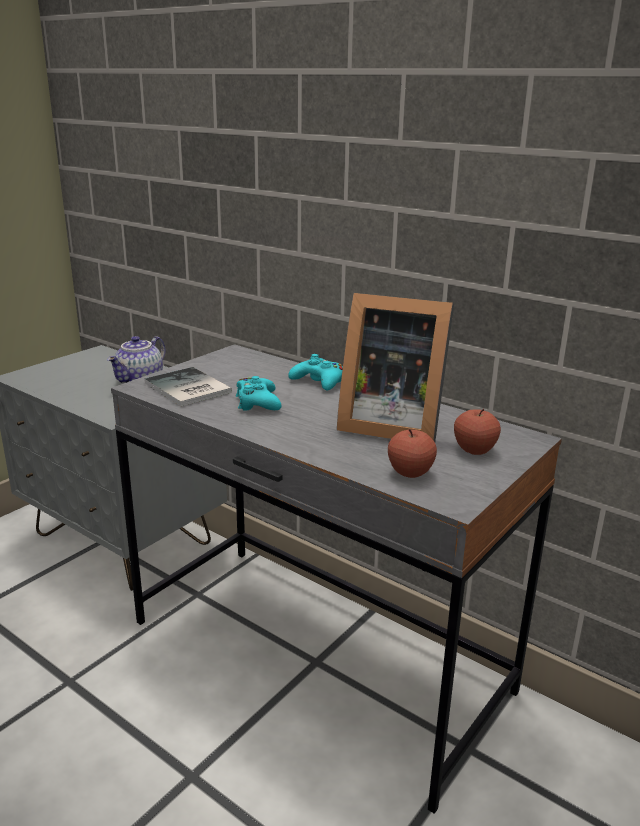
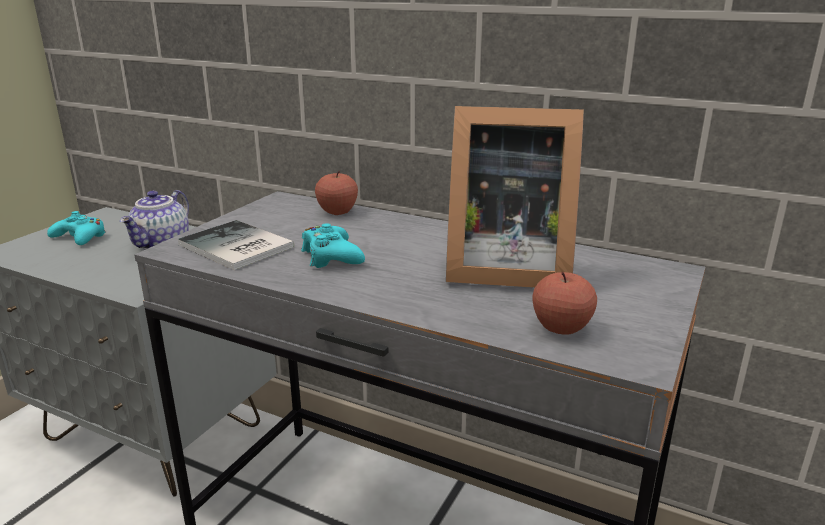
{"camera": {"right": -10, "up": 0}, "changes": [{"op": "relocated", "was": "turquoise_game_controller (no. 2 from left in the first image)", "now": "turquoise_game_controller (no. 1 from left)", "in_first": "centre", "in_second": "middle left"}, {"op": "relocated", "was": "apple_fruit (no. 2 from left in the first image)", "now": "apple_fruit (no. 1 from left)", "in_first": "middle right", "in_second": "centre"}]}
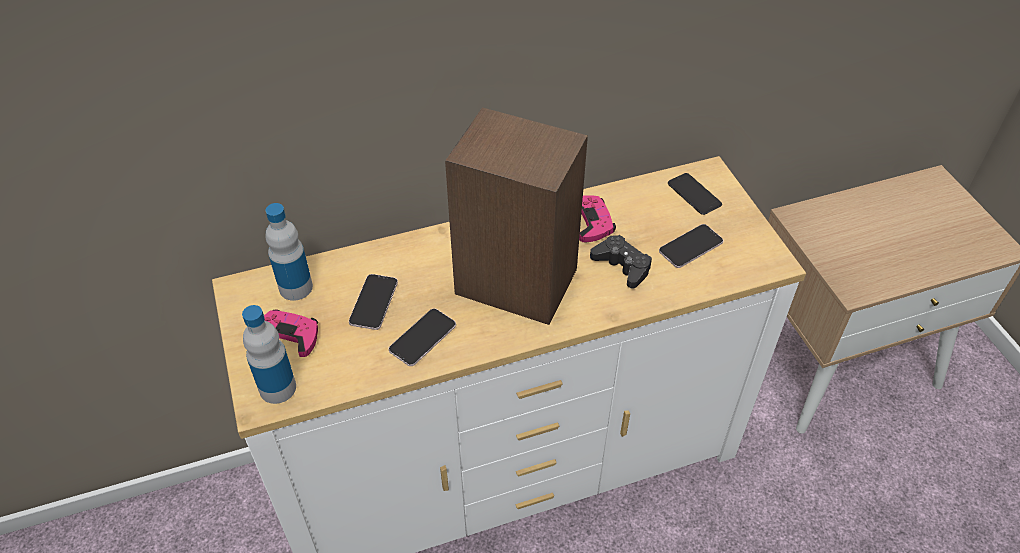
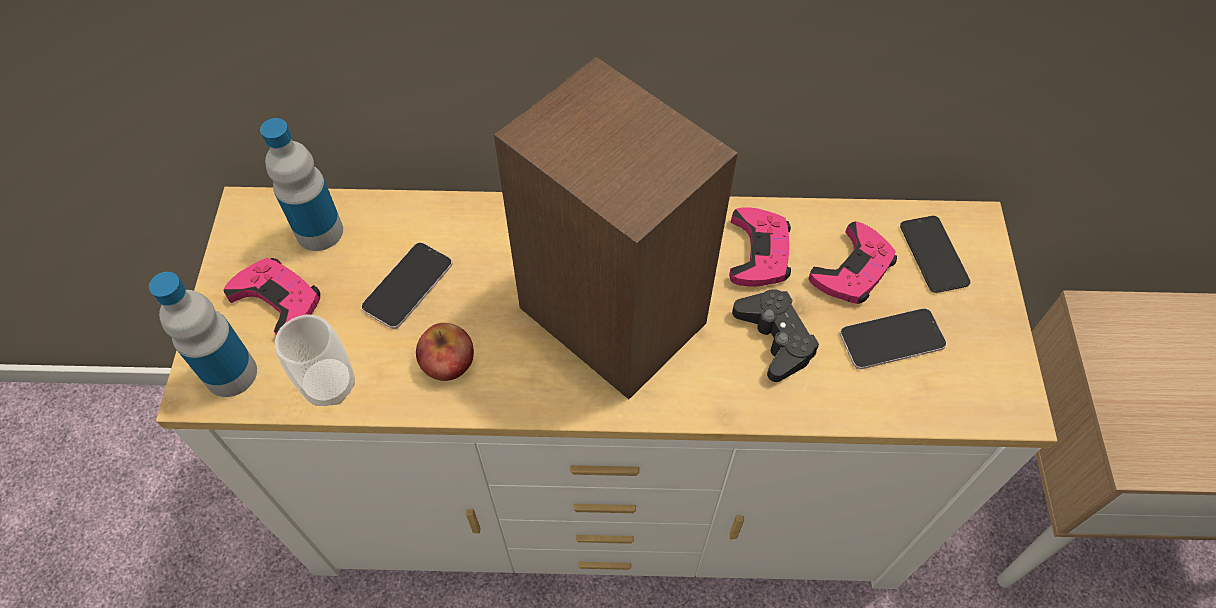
{"camera": {"right": 20, "up": 10}, "changes": [{"op": "exchanged", "was": "phone (no. 2 from left)", "now": "apple_fruit", "in_first": "centre", "in_second": "centre"}, {"op": "appeared", "now": "pinkish_game_controller (no. 3 from left)", "in_second": "middle right"}, {"op": "appeared", "now": "cup", "in_second": "middle left"}]}
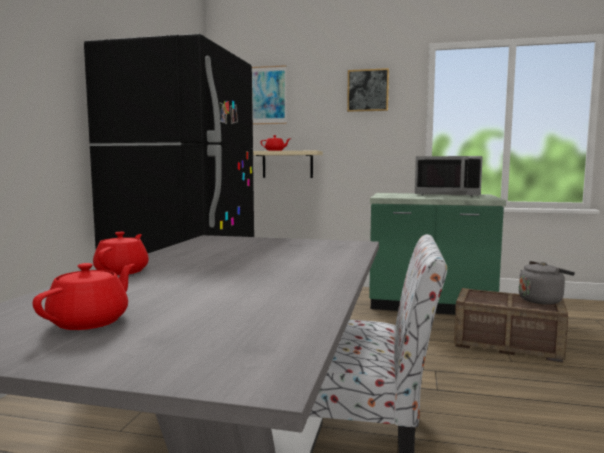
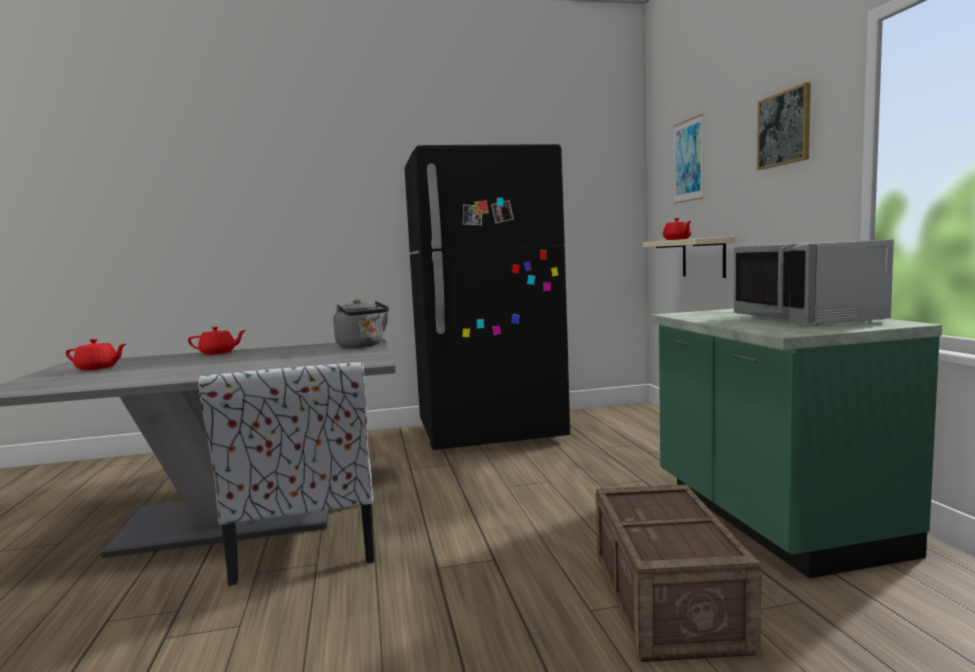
{"camera": {"right": 65, "up": 0}, "changes": [{"op": "relocated", "was": "greyish_tea_kettle", "in_first": "middle right", "in_second": "centre"}]}
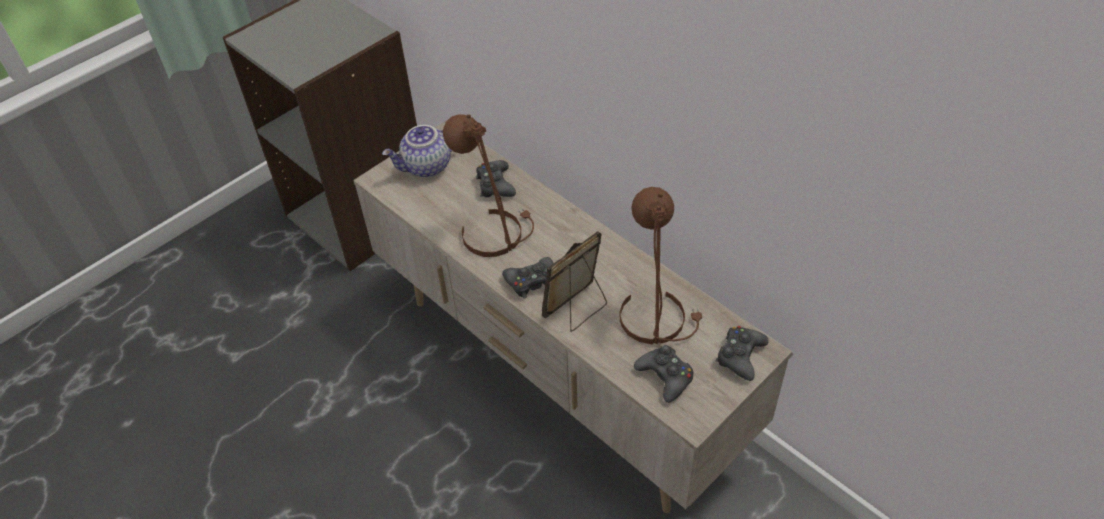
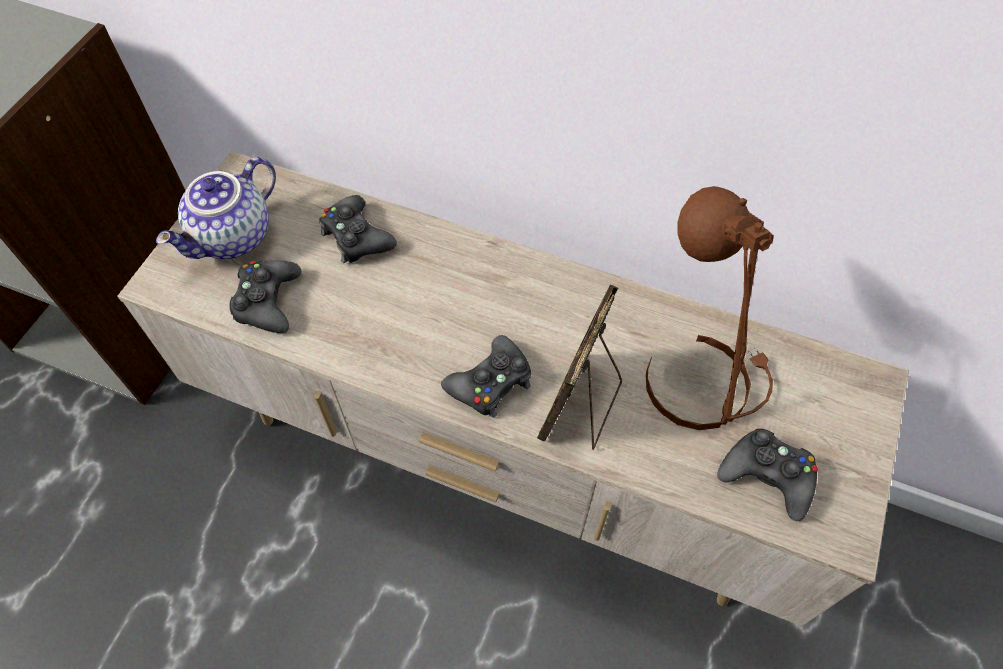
{"camera": {"right": -25, "up": 10}, "changes": [{"op": "missing", "was": "brown-coloured_lamp_for_a_table (no. 1 from left)", "in_first": "centre"}, {"op": "relocated", "was": "black_game_controller (no. 4 from left in the first image)", "now": "black_game_controller (no. 1 from left)", "in_first": "bottom right", "in_second": "middle left"}]}
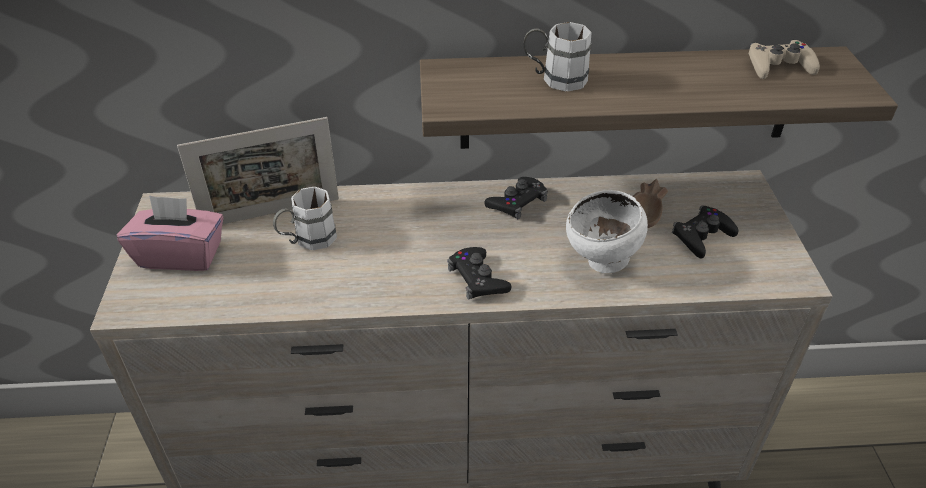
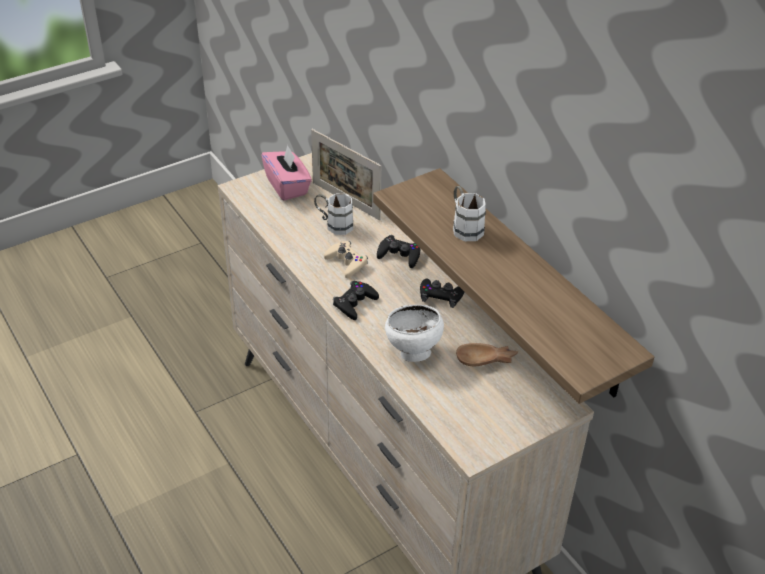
{"camera": {"right": 60, "up": 0}, "changes": [{"op": "relocated", "was": "beige-coloured_game_controller", "in_first": "top right", "in_second": "centre"}, {"op": "relocated", "was": "black_game_controller (no. 3 from left in the first image)", "now": "black_game_controller (no. 2 from left)", "in_first": "middle right", "in_second": "centre"}]}
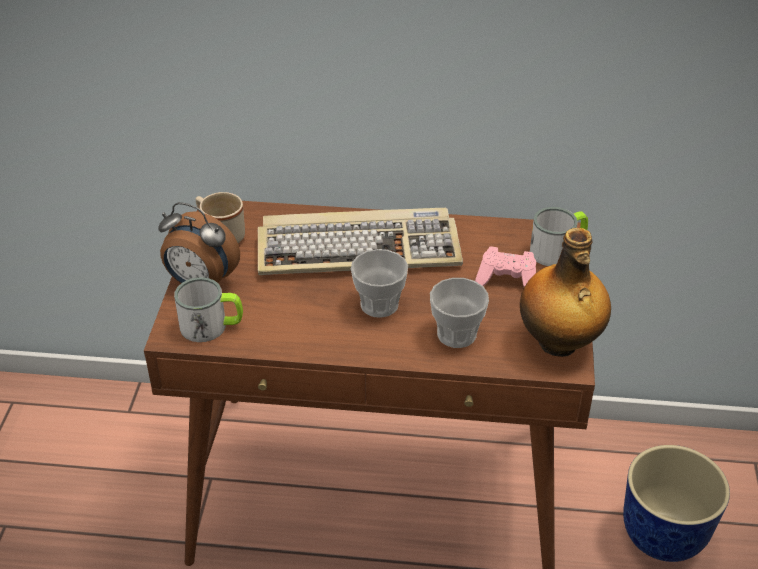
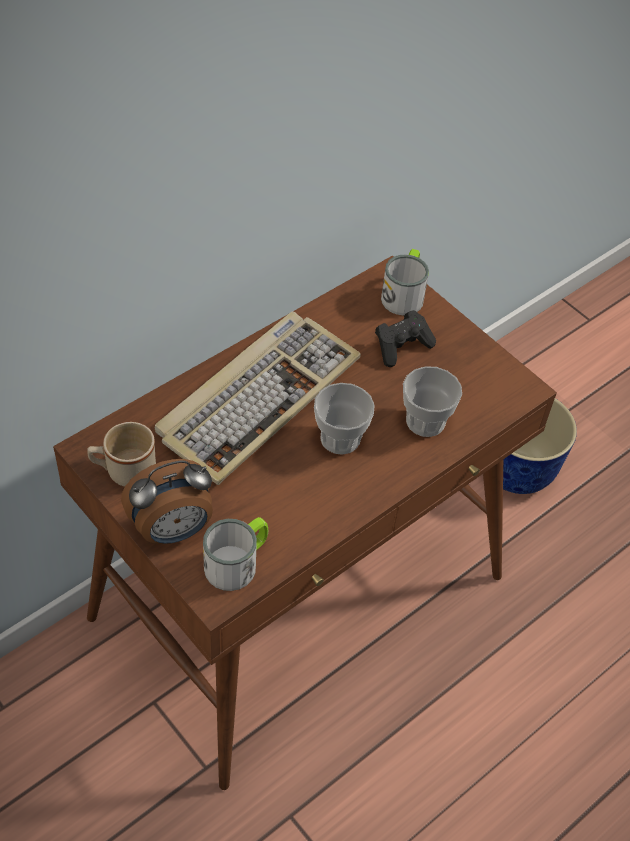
{"camera": {"right": -50, "up": 10}, "changes": [{"op": "missing", "was": "beverage_bottle", "in_first": "middle right"}, {"op": "colour", "was": "pinkish_game_controller", "now": "black_game_controller", "in_first": "centre", "in_second": "centre"}]}
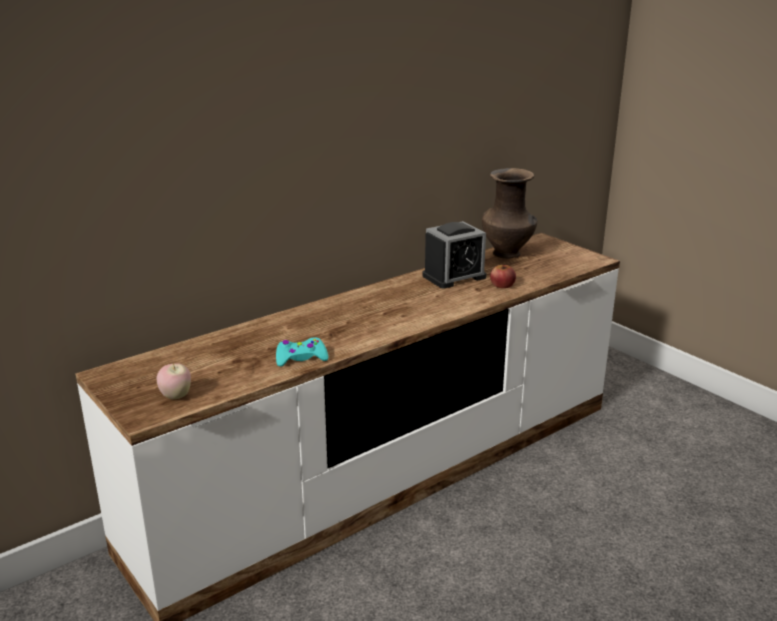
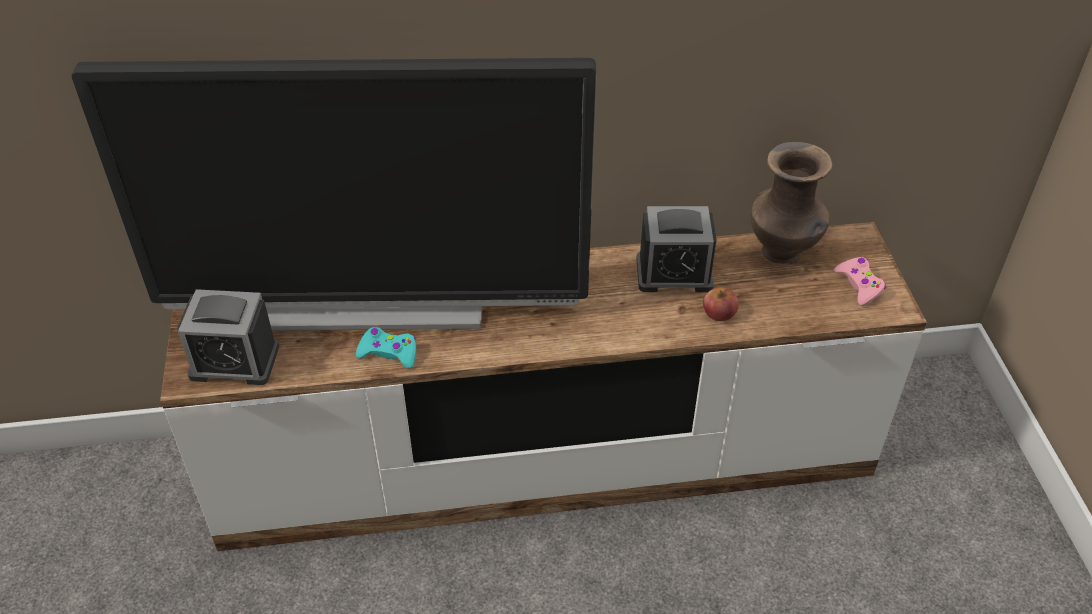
{"camera": {"right": 30, "up": 20}, "changes": [{"op": "exchanged", "was": "apple_fruit (no. 1 from left)", "now": "table_clock (no. 1 from left)", "in_first": "middle left", "in_second": "middle left"}, {"op": "appeared", "now": "television", "in_second": "top left"}, {"op": "appeared", "now": "pinkish_game_controller", "in_second": "middle right"}]}
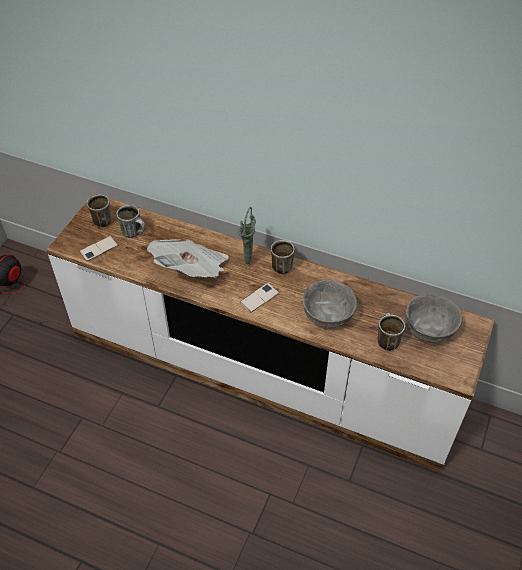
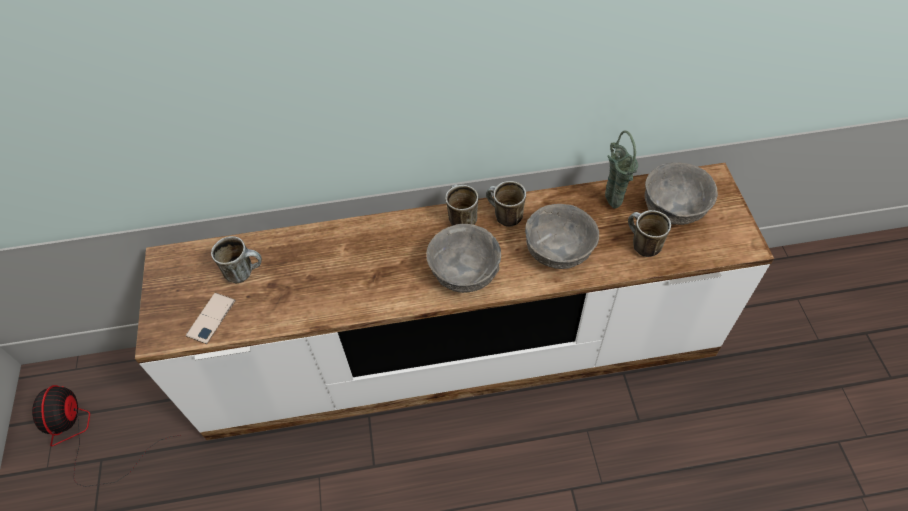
{"camera": {"right": -30, "up": 5}, "changes": [{"op": "relocated", "was": "tea_mug (no. 1 from left in the first image)", "now": "tea_mug (no. 3 from left)", "in_first": "middle left", "in_second": "centre"}, {"op": "relocated", "was": "greenish_vase", "in_first": "centre", "in_second": "top right"}, {"op": "missing", "was": "newspaper", "in_first": "centre"}, {"op": "exchanged", "was": "phone (no. 2 from left)", "now": "greyish_bowl (no. 1 from left)", "in_first": "centre", "in_second": "centre"}]}
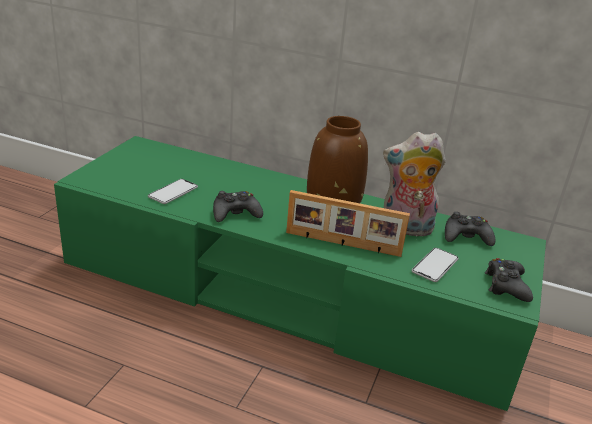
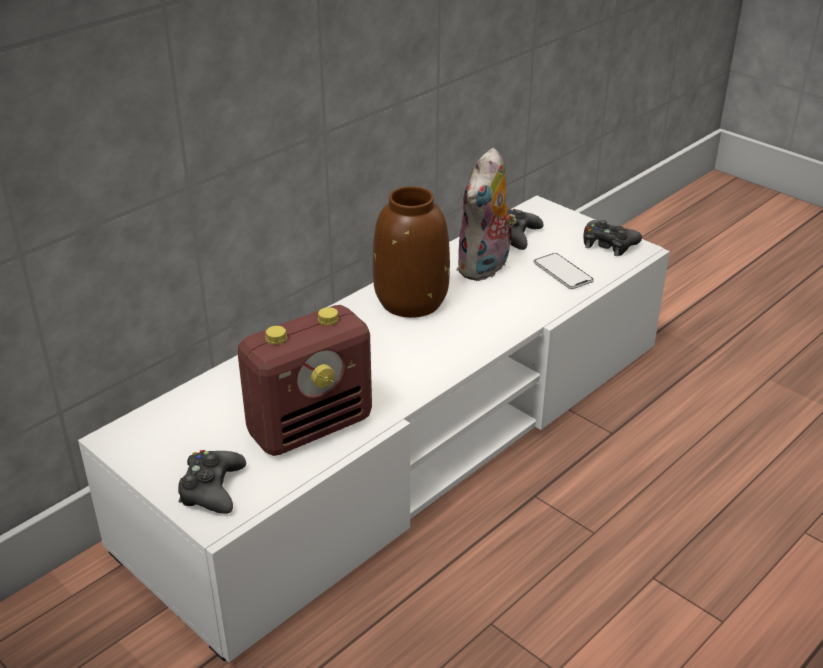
{"camera": {"right": -65, "up": 5}, "changes": [{"op": "colour", "was": "greenish_media_console", "now": "white_media_console", "in_first": "centre", "in_second": "centre"}, {"op": "exchanged", "was": "phone (no. 1 from left)", "now": "radio_set", "in_first": "middle left", "in_second": "centre"}, {"op": "missing", "was": "standing_frame", "in_first": "centre"}, {"op": "relocated", "was": "black_game_controller (no. 1 from left)", "in_first": "centre", "in_second": "bottom left"}]}
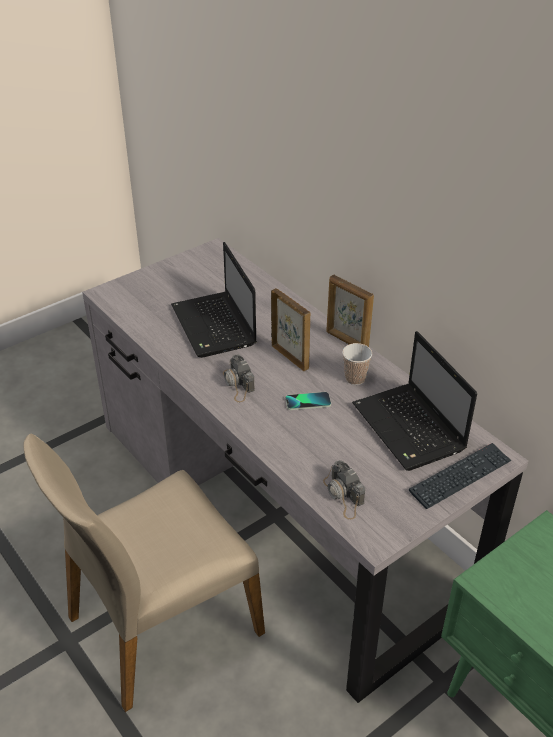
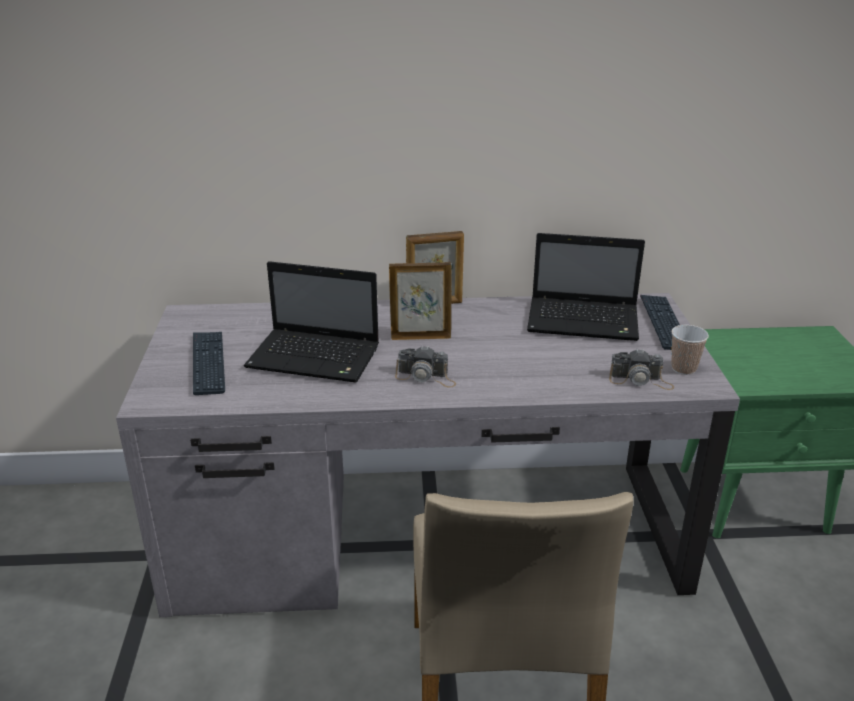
{"camera": {"right": -55, "up": -10}, "changes": [{"op": "relocated", "was": "cup", "in_first": "centre", "in_second": "middle right"}, {"op": "missing", "was": "phone", "in_first": "centre"}, {"op": "appeared", "now": "computer_keyboard (no. 1 from left)", "in_second": "middle left"}]}
